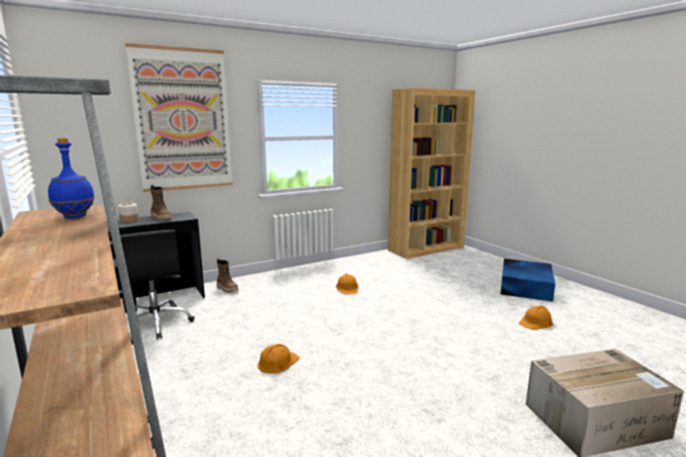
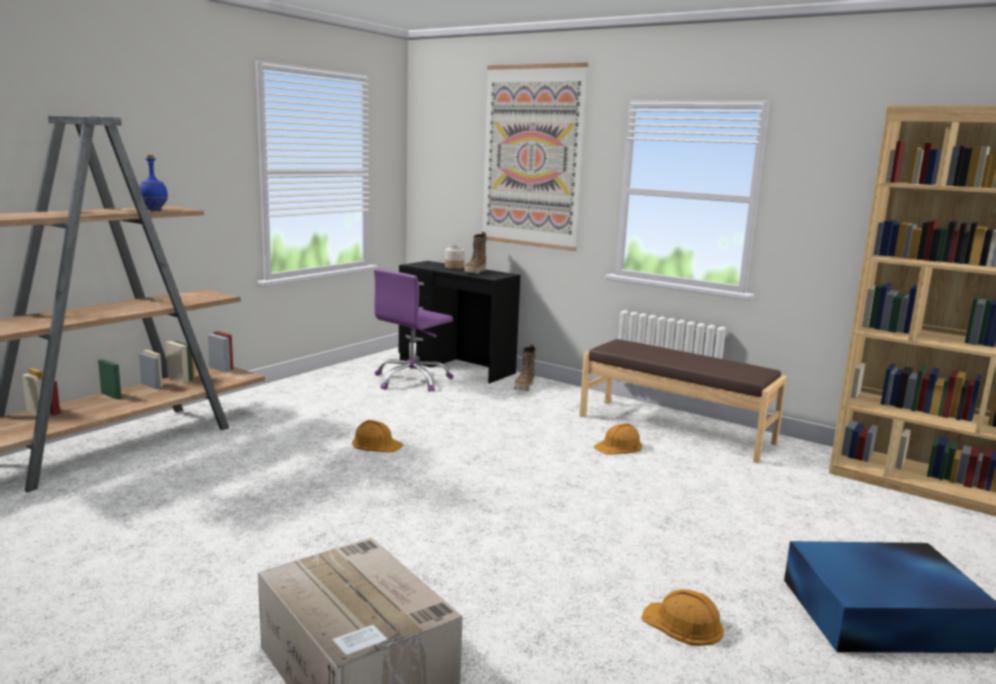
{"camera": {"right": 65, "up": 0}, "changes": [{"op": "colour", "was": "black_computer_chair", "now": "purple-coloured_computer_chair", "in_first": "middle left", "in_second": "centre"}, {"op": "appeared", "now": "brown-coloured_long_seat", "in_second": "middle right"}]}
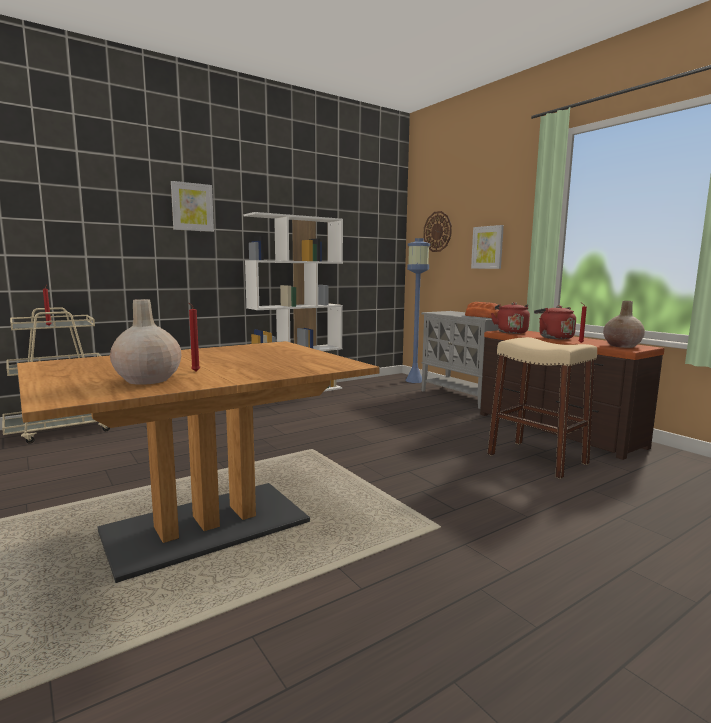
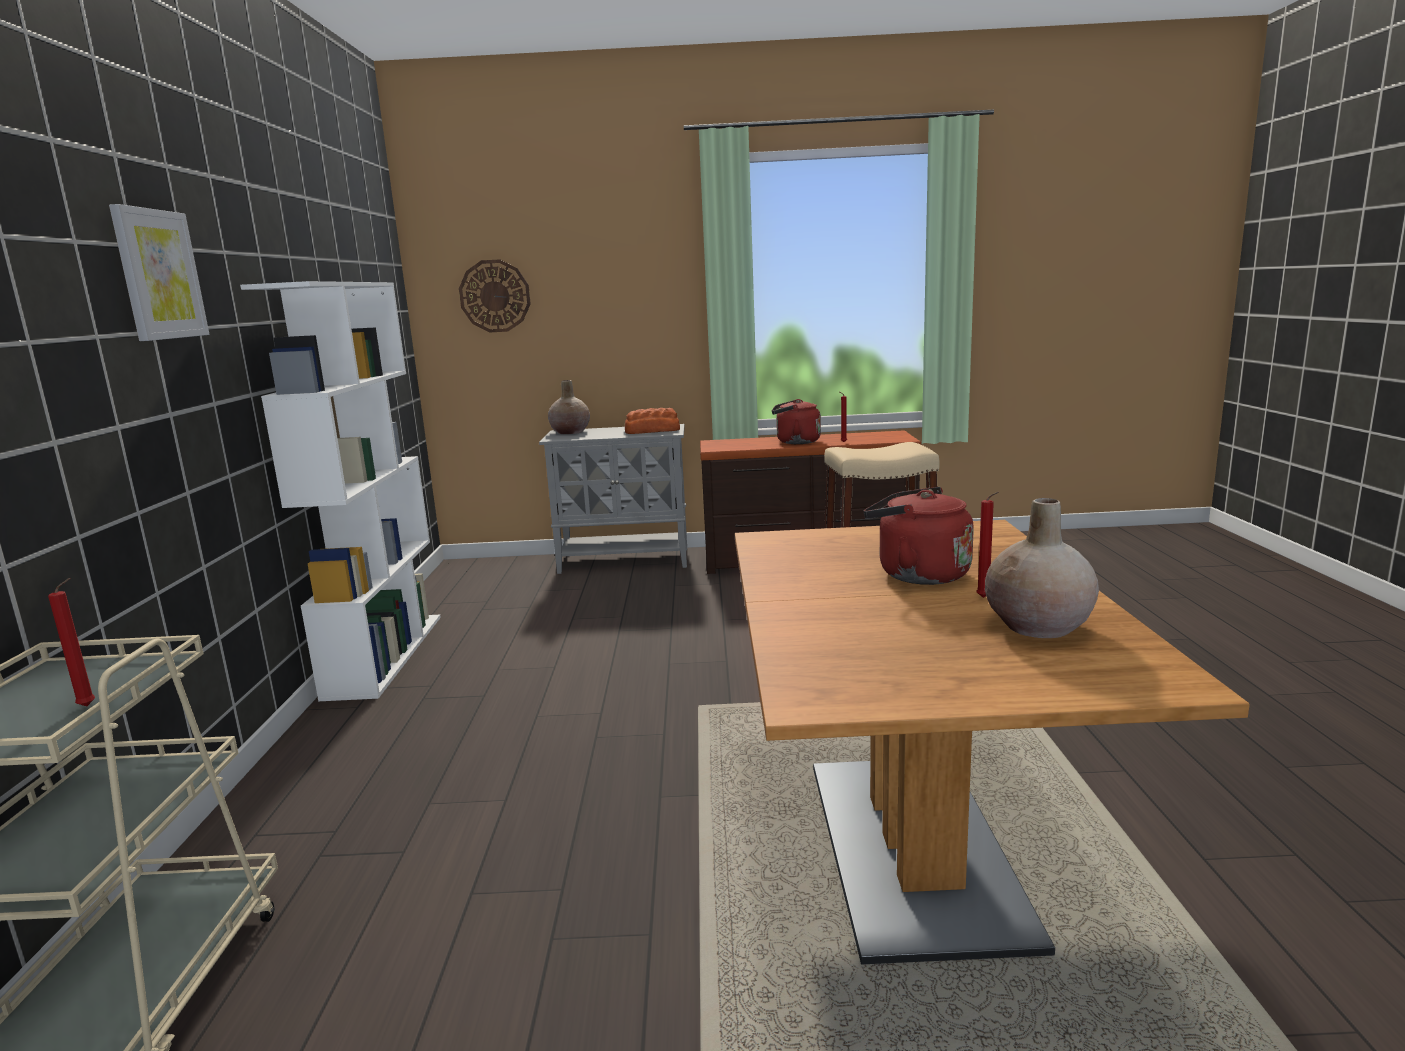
{"camera": {"right": -55, "up": 5}, "changes": [{"op": "missing", "was": "wall_art (no. 2 from left)", "in_first": "middle right"}, {"op": "missing", "was": "blue_standing_lamp", "in_first": "centre"}, {"op": "relocated", "was": "beige-coloured_vase (no. 2 from left in the first image)", "now": "beige-coloured_vase (no. 1 from left)", "in_first": "middle right", "in_second": "centre"}, {"op": "relocated", "was": "red_tea_kettle (no. 1 from left in the first image)", "now": "red_tea_kettle (no. 2 from left)", "in_first": "middle right", "in_second": "centre"}]}
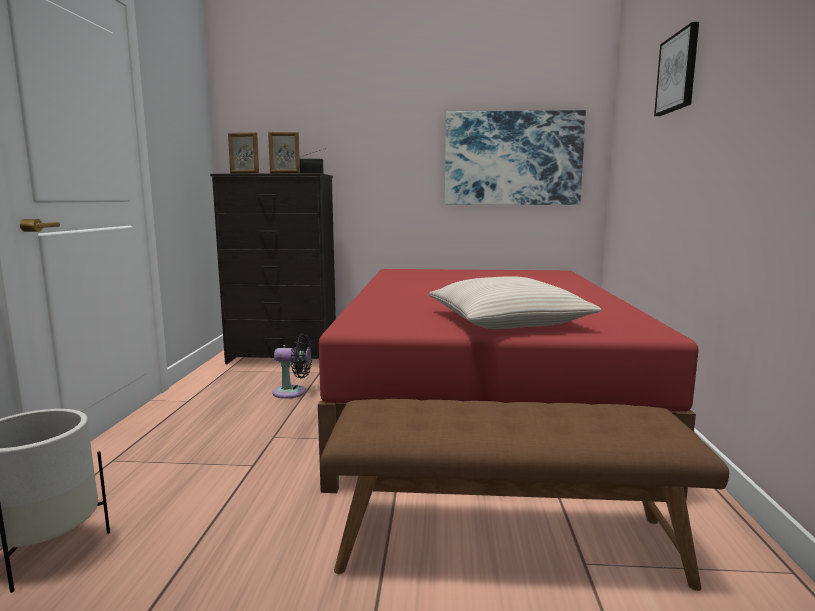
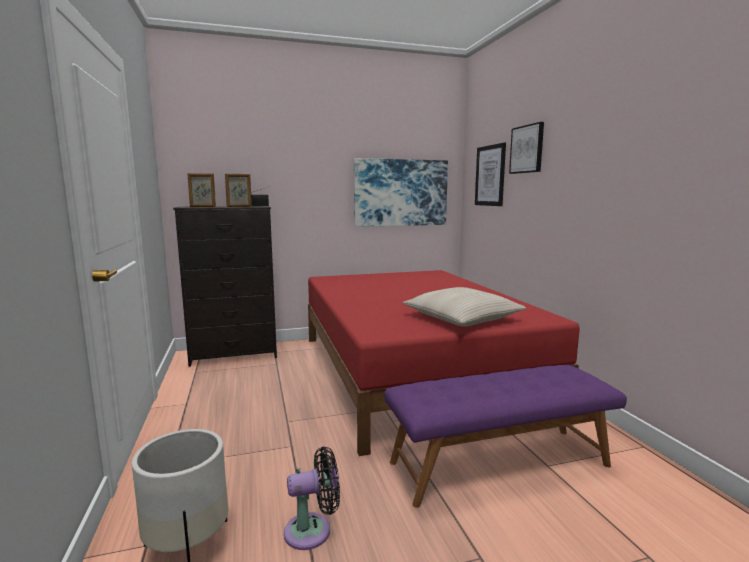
{"camera": {"right": -20, "up": 0}, "changes": [{"op": "relocated", "was": "black_cooling_fan", "in_first": "centre", "in_second": "bottom centre"}, {"op": "colour", "was": "brown-coloured_long_seat", "now": "purple-coloured_long_seat", "in_first": "bottom centre", "in_second": "bottom right"}, {"op": "appeared", "now": "wall_art (no. 2 from left)", "in_second": "top centre"}]}
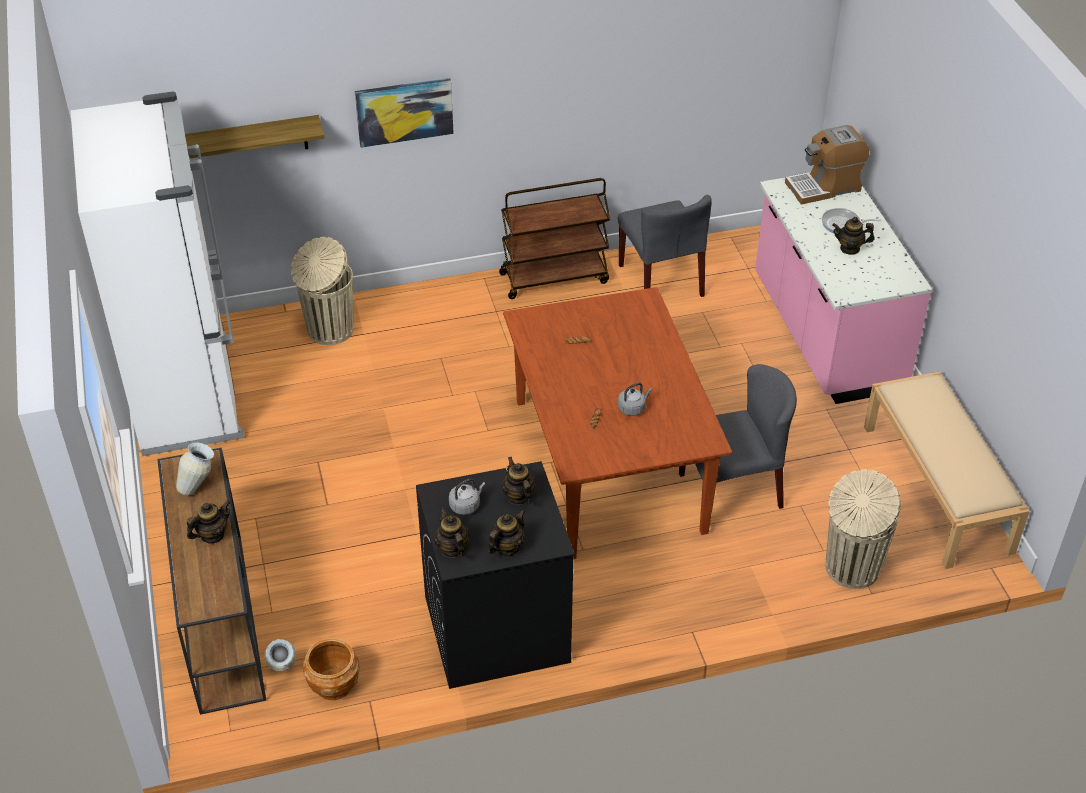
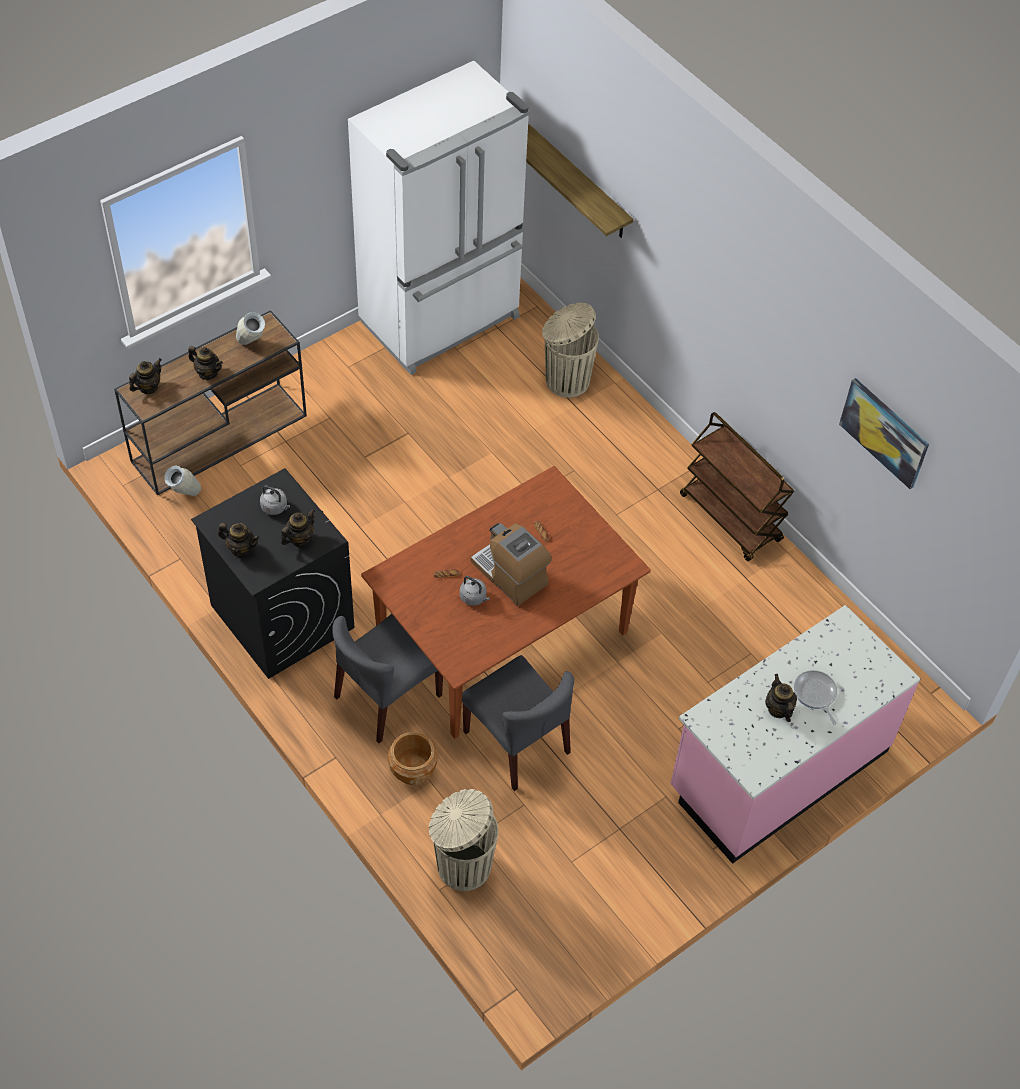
{"camera": {"right": 65, "up": 10}, "changes": [{"op": "relocated", "was": "wall_art", "in_first": "top centre", "in_second": "middle right"}, {"op": "relocated", "was": "coffee_brewer", "in_first": "top right", "in_second": "centre"}, {"op": "relocated", "was": "greyish_plain_chair (no. 1 from left)", "in_first": "top centre", "in_second": "centre"}, {"op": "missing", "was": "beige-coloured_long_seat", "in_first": "middle right"}, {"op": "relocated", "was": "tea_pot (no. 2 from left in the first image)", "now": "tea_pot (no. 1 from left)", "in_first": "bottom centre", "in_second": "middle left"}, {"op": "relocated", "was": "brown-coloured_plant_pot", "in_first": "bottom left", "in_second": "bottom centre"}]}
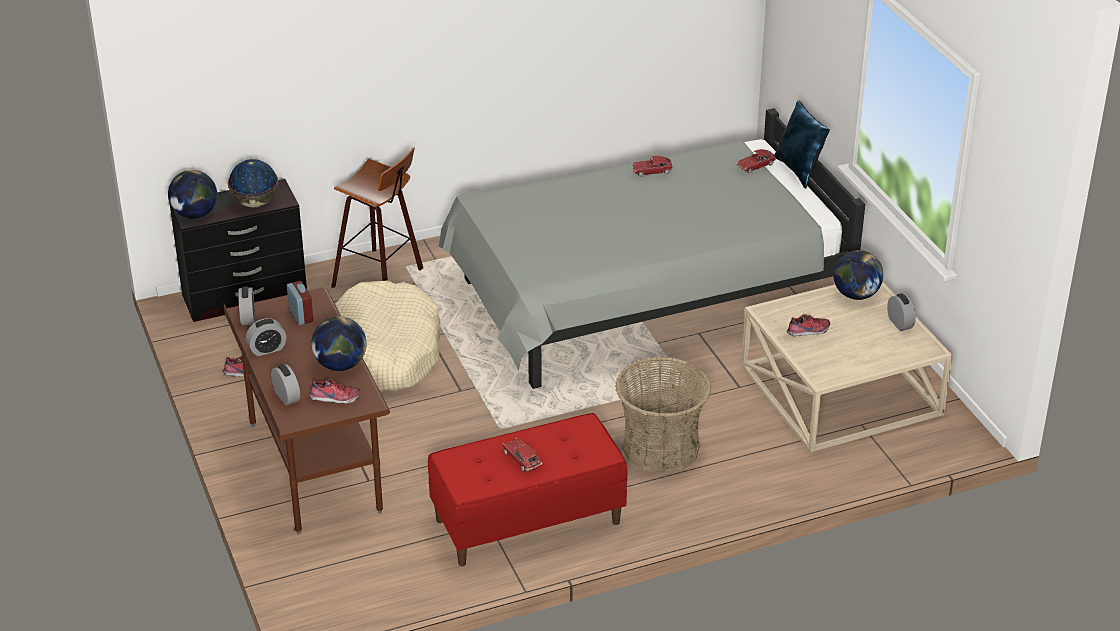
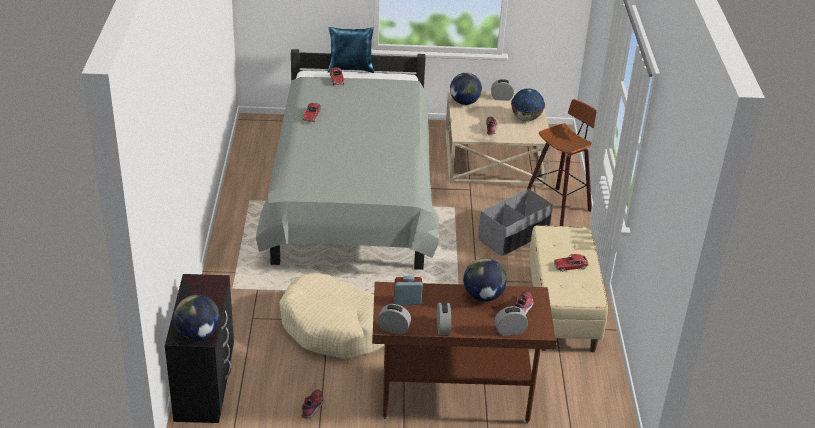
{"camera": {"right": -70, "up": 0}, "changes": [{"op": "relocated", "was": "stool_seat", "in_first": "centre", "in_second": "middle right"}, {"op": "relocated", "was": "desk_globe (no. 2 from left in the first image)", "now": "desk_globe (no. 4 from left)", "in_first": "top left", "in_second": "top centre"}, {"op": "exchanged", "was": "basket", "now": "greyish_storage_container", "in_first": "centre", "in_second": "centre"}, {"op": "colour", "was": "red_long_seat", "now": "beige-coloured_long_seat", "in_first": "bottom centre", "in_second": "bottom right"}]}
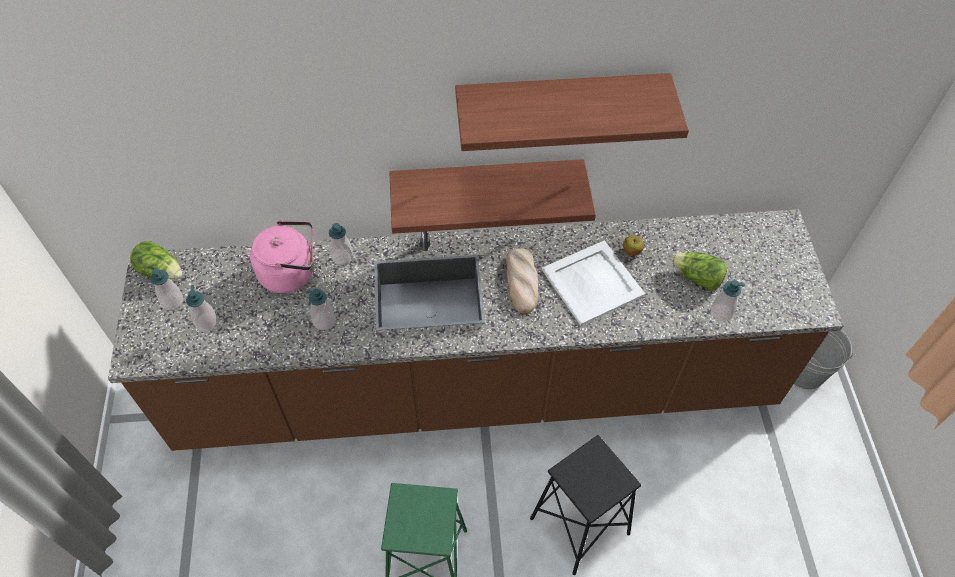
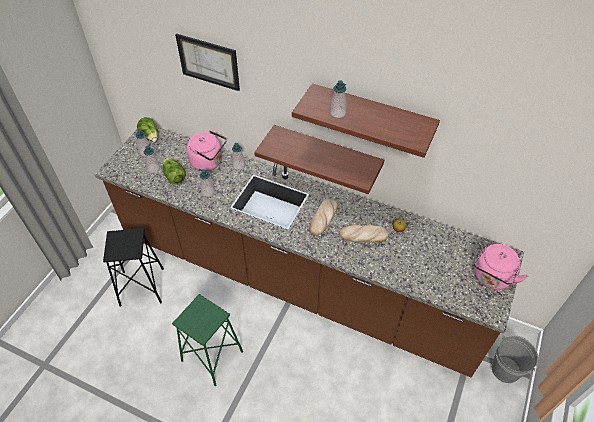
{"camera": {"right": 30, "up": -5}, "changes": [{"op": "exchanged", "was": "white_serving_tray", "now": "baked_bread (no. 2 from left)", "in_first": "centre", "in_second": "centre"}, {"op": "relocated", "was": "head_of_lettuce (no. 2 from left)", "in_first": "middle right", "in_second": "middle left"}, {"op": "relocated", "was": "soap_dispenser (no. 5 from left)", "in_first": "middle right", "in_second": "top centre"}, {"op": "relocated", "was": "black_stool_seat", "in_first": "bottom centre", "in_second": "middle left"}, {"op": "appeared", "now": "wall_art", "in_second": "top centre"}, {"op": "appeared", "now": "pinkish_tea_kettle (no. 2 from left)", "in_second": "middle right"}]}
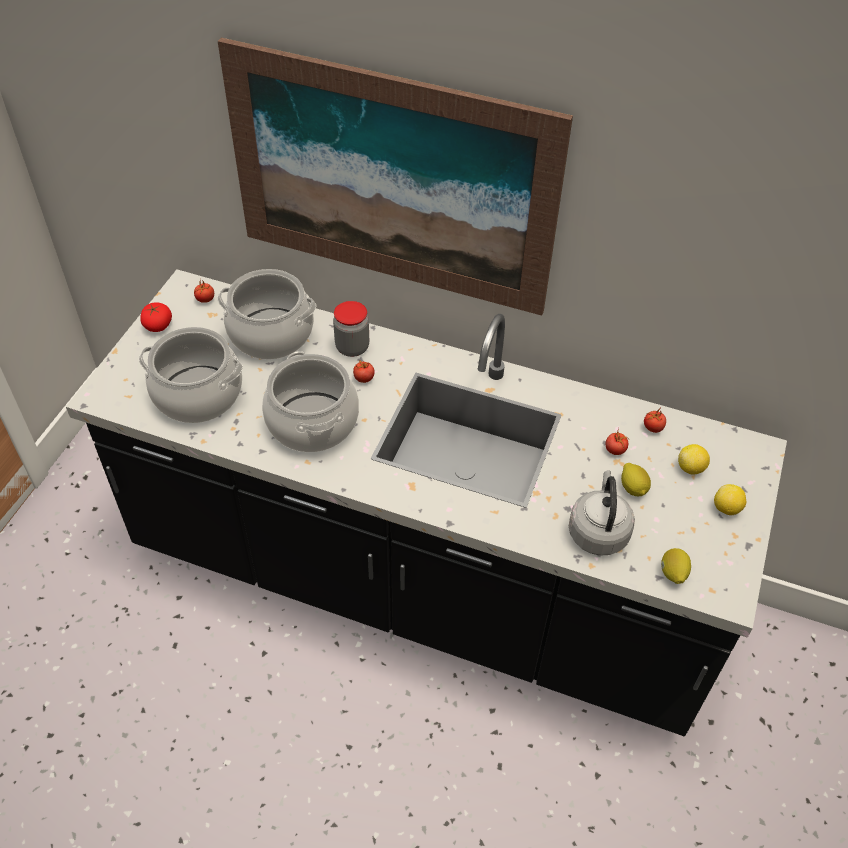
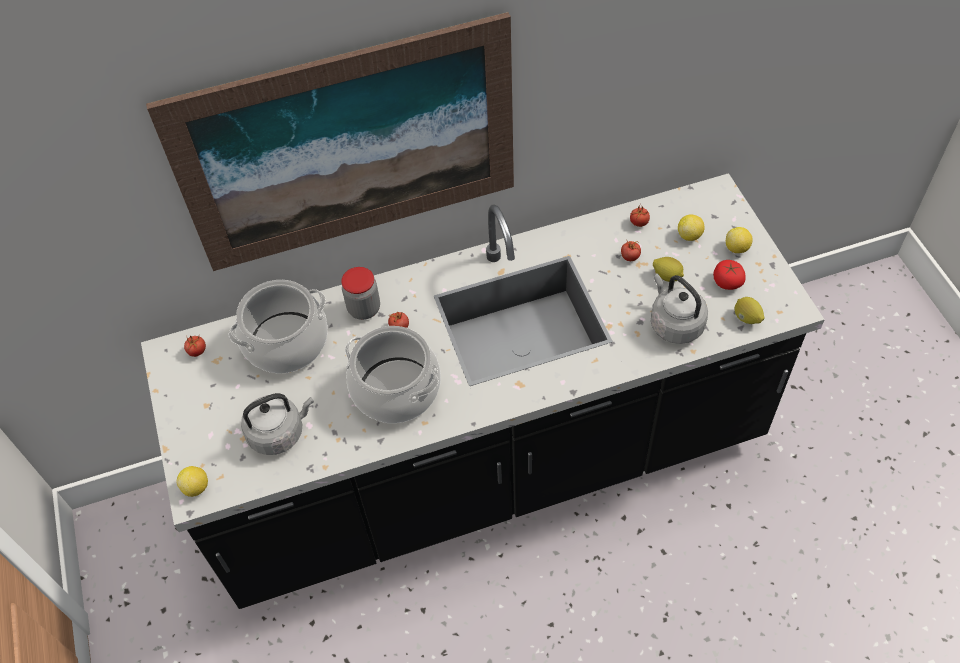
{"camera": {"right": -35, "up": 5}, "changes": [{"op": "relocated", "was": "fresh_tomato (no. 1 from left in the first image)", "now": "fresh_tomato (no. 5 from left)", "in_first": "middle left", "in_second": "middle right"}, {"op": "exchanged", "was": "cooking_pot (no. 1 from left)", "now": "greyish_tea_kettle (no. 1 from left)", "in_first": "middle left", "in_second": "middle left"}, {"op": "appeared", "now": "lemon (no. 1 from left)", "in_second": "bottom left"}]}
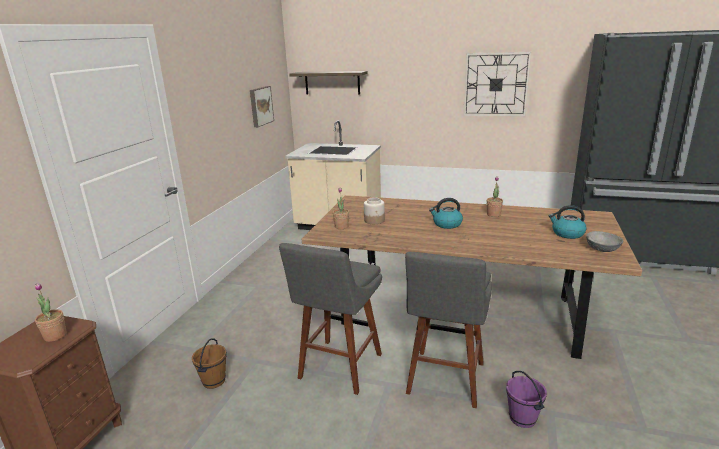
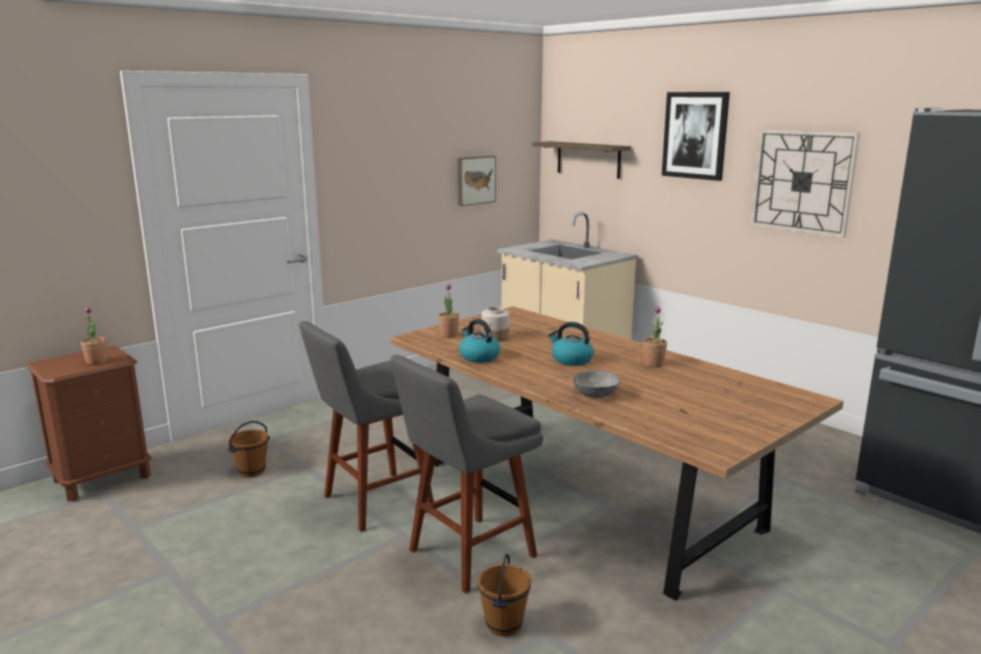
{"camera": {"right": 30, "up": -5}, "changes": [{"op": "relocated", "was": "tea_kettle (no. 2 from left in the first image)", "now": "tea_kettle (no. 1 from left)", "in_first": "middle right", "in_second": "centre"}, {"op": "relocated", "was": "greyish_bowl", "in_first": "middle right", "in_second": "centre"}, {"op": "colour", "was": "purple-coloured_pail", "now": "brown-coloured_pail (no. 2 from left)", "in_first": "bottom right", "in_second": "bottom centre"}, {"op": "appeared", "now": "wall_art (no. 2 from left)", "in_second": "top right"}]}
